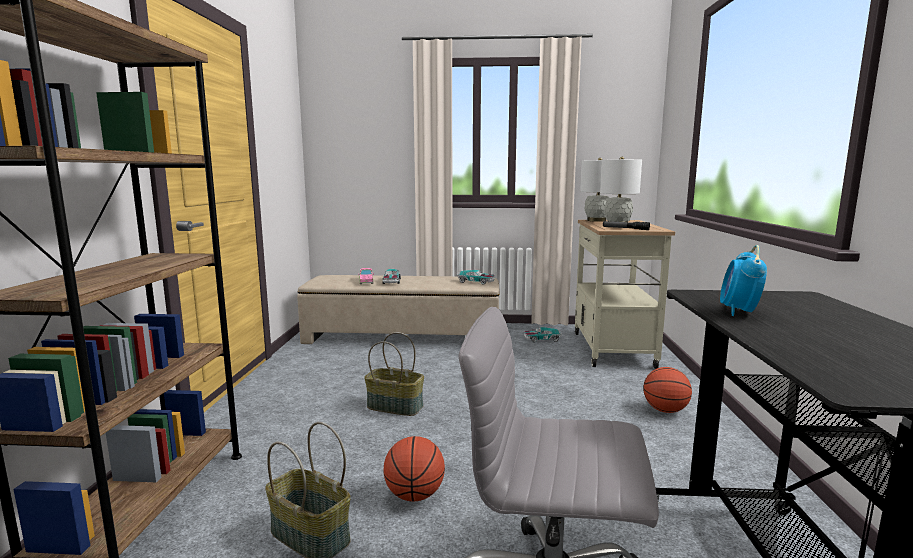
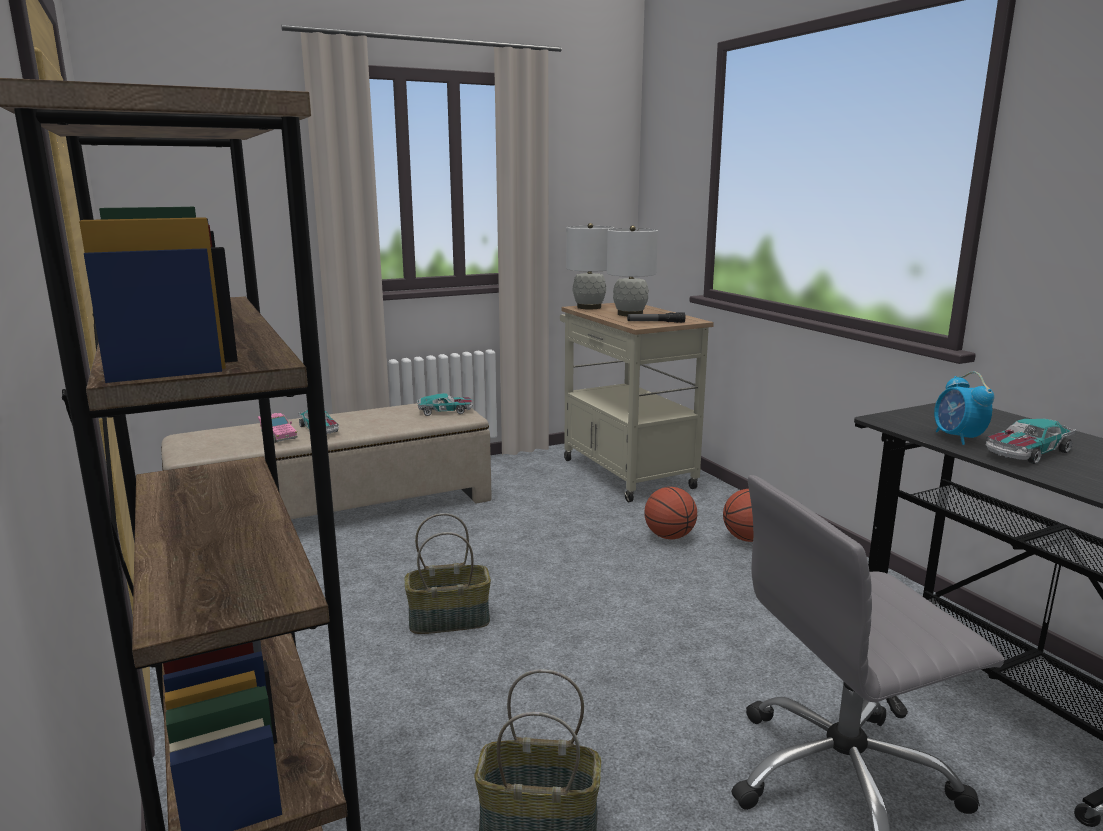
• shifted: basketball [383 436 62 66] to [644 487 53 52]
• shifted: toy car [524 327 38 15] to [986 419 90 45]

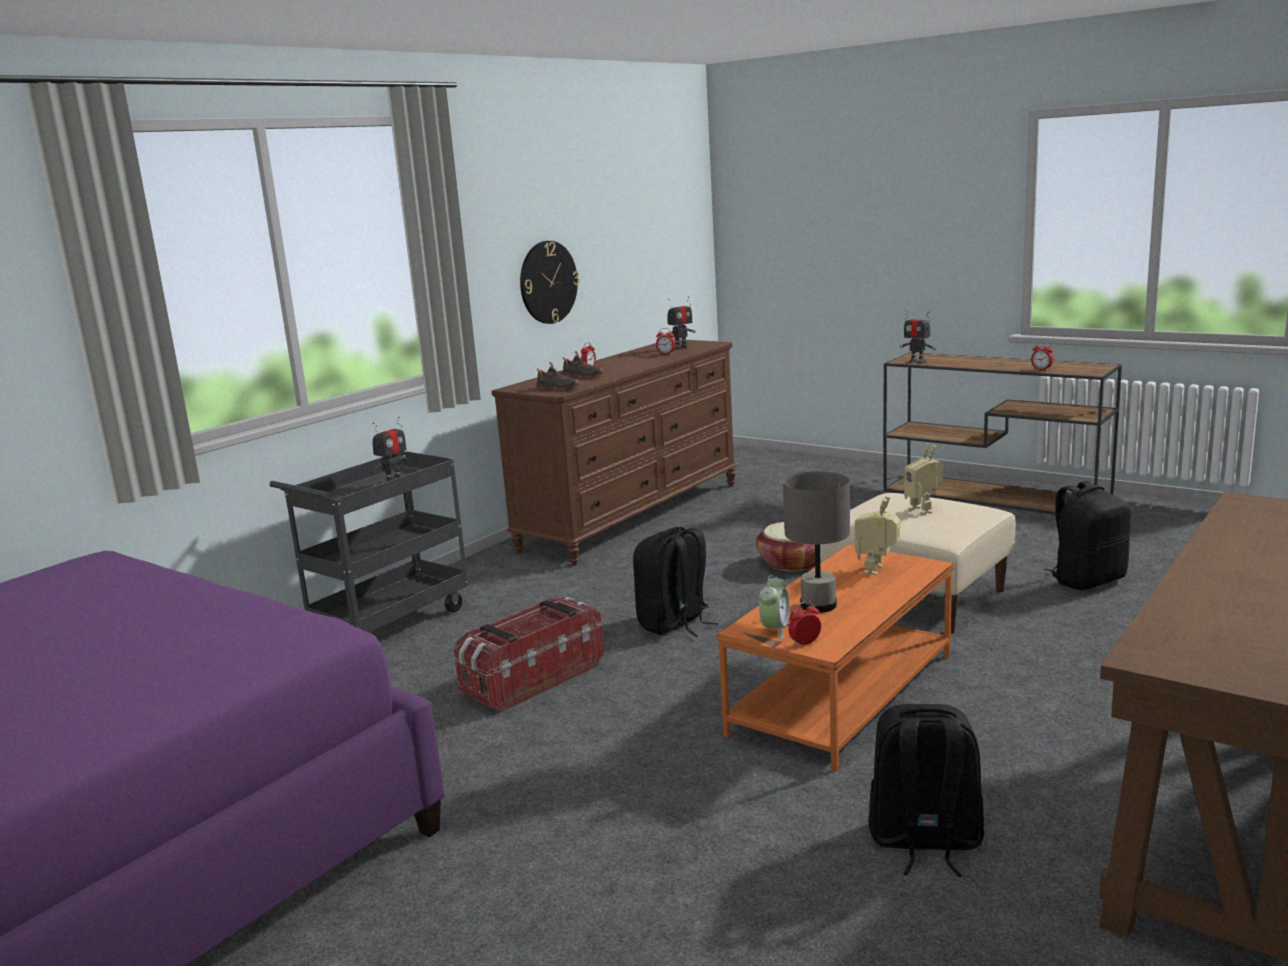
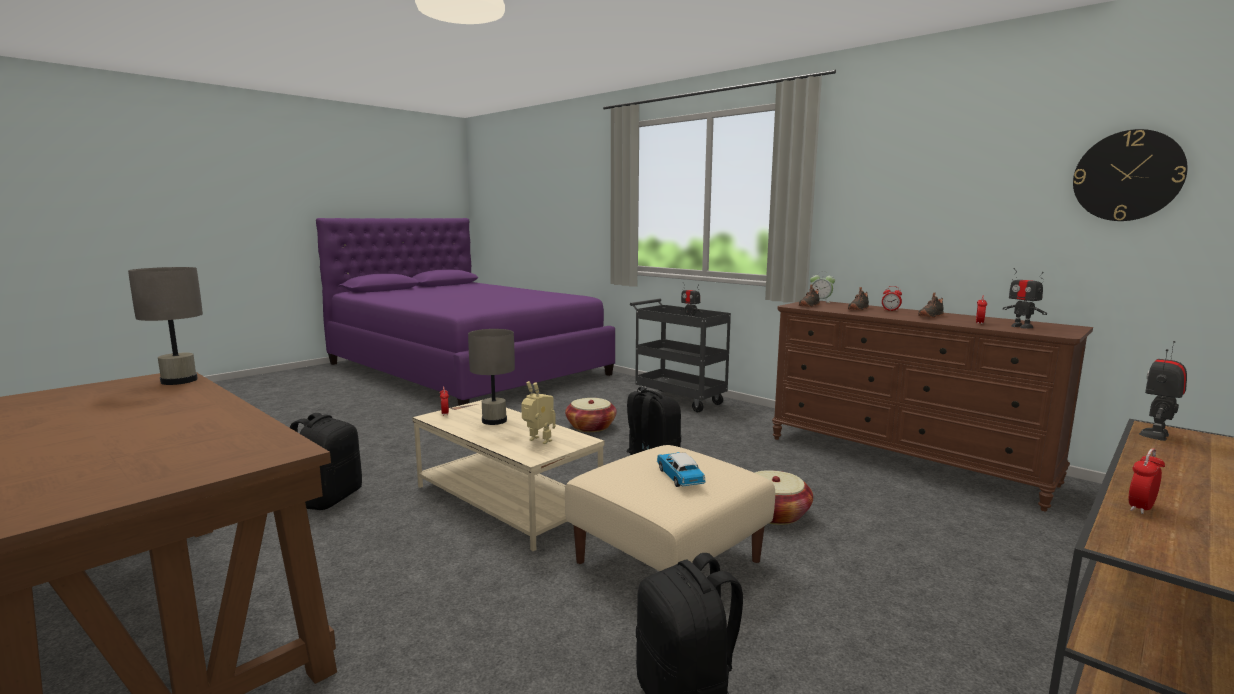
• new: grey table lamp [128 267 75 118]
• new: black shoe [918 292 26 26]
• shifted: wall clock [520 241 59 83] to [1073 129 115 92]
• shifted: alarm clock [759 574 31 65] to [810 272 25 31]
• swapped: storage box [454 597 150 116] to basket [565 398 52 34]
• swapped: toy robot [904 443 39 72] to toy car [657 452 49 35]
• repainted: orange coffee table [717 545 237 227] to beige coffee table [412 400 193 151]

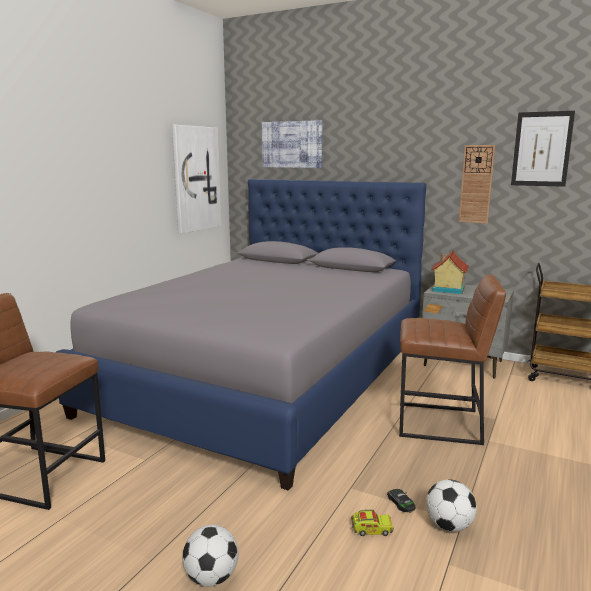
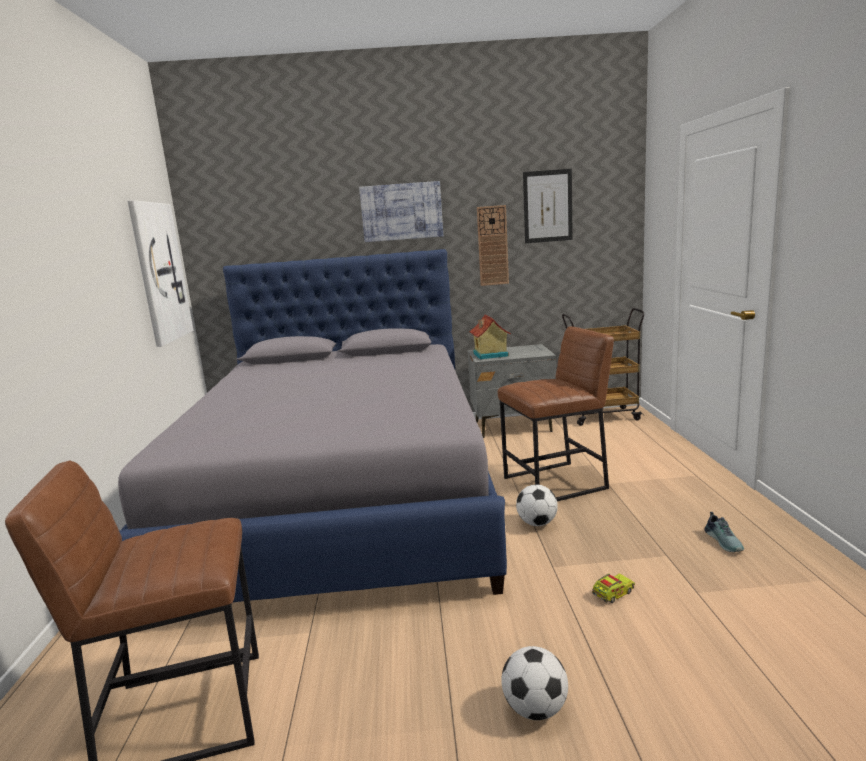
• gone: toy car [387 489 28 24]
• new: shoe [704 512 40 40]
• shifted: picture [262 120 60 48] to [359 181 84 61]
• shifted: football [426 479 51 53] to [516 484 42 42]

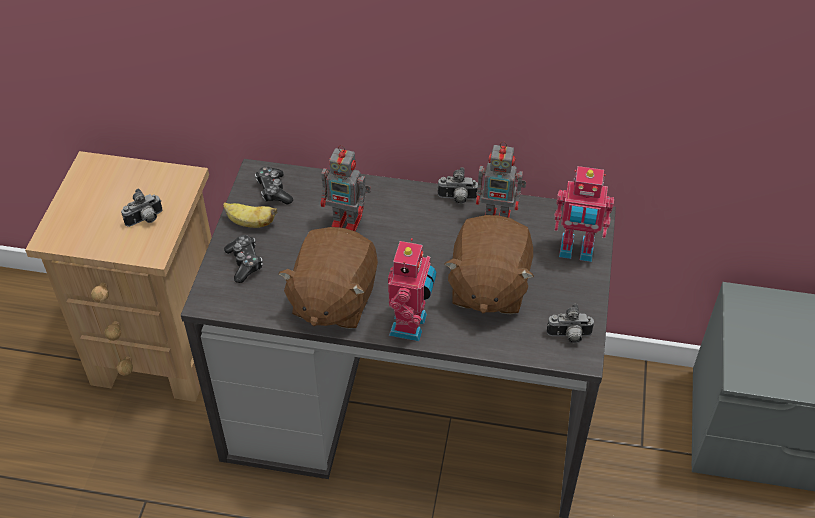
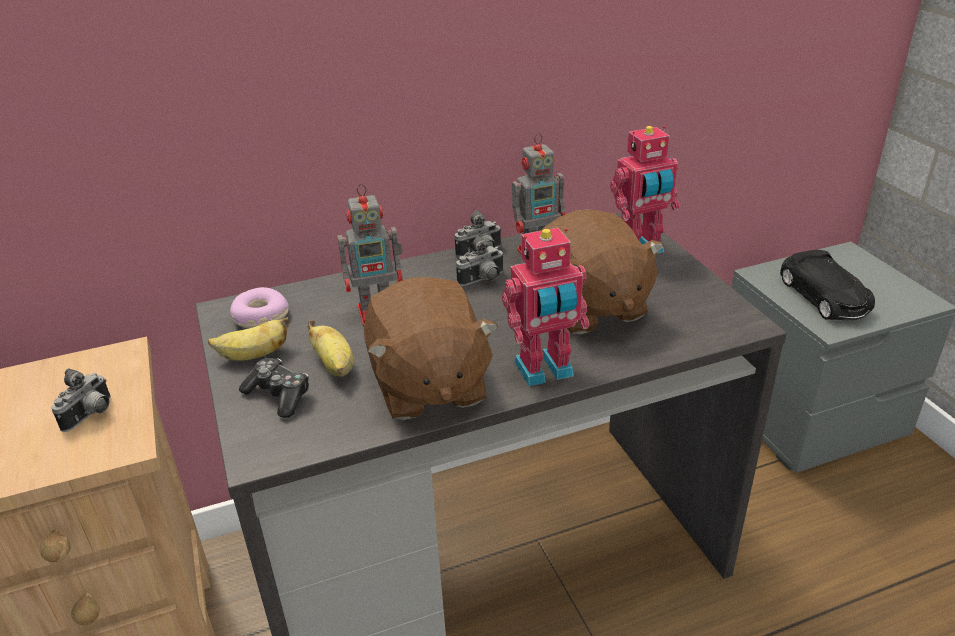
• new: banana [307 320 47 57]
• new: black toy car [780 249 95 71]
• shifted: photo camera [547 304 47 39] to [456 236 48 50]
• swapped: game controller [255 166 38 39] to donut [230 287 59 41]
• rotated: toy robot [388 238 48 103] = [502 228 87 159] 90 degrees clockwise

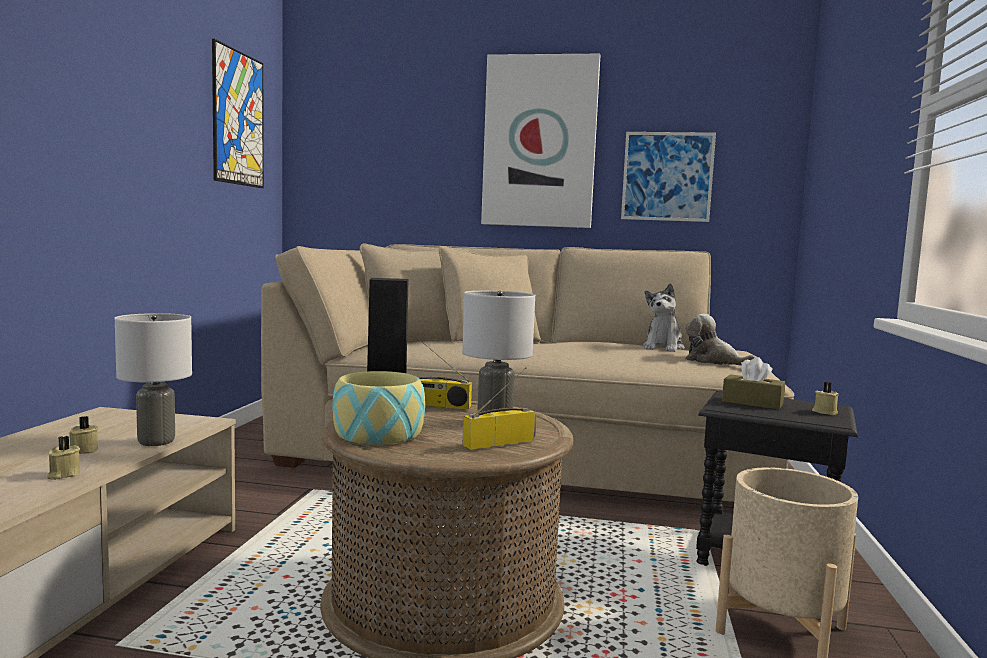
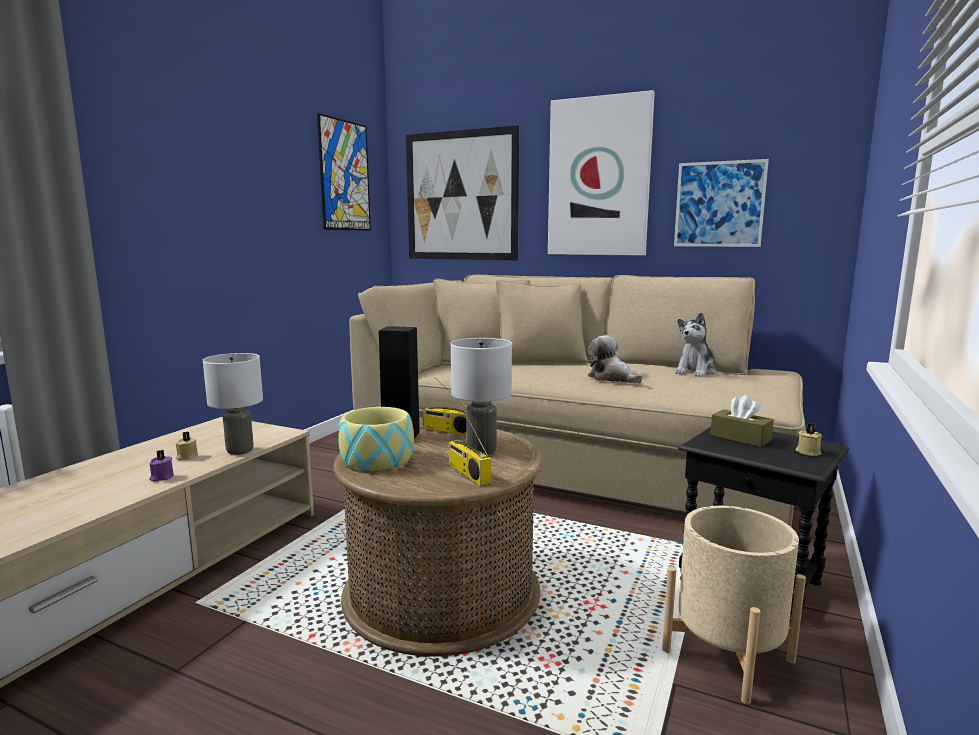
• new: picture [406 125 113 135]
• shifted: plush toy [685 314 70 51] to [588 335 55 48]
• repainted: beige candle [47 436 33 44] to purple candle [150 450 23 32]
• rotated: radio [463 367 74 83] = [449 406 42 80] 105 degrees counterclockwise

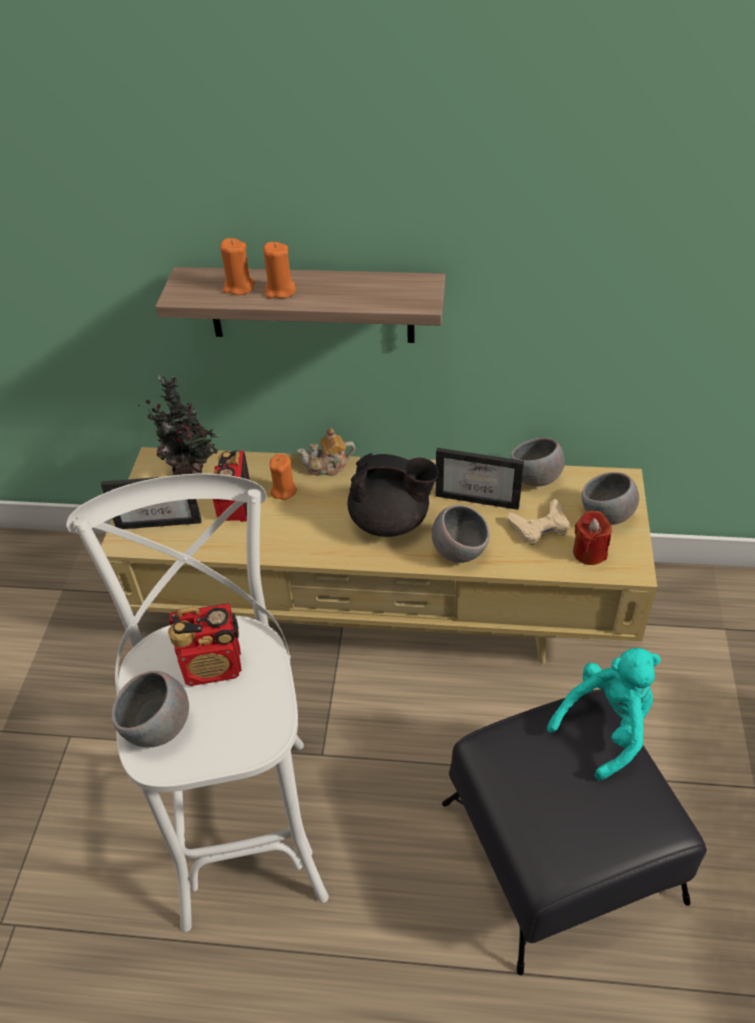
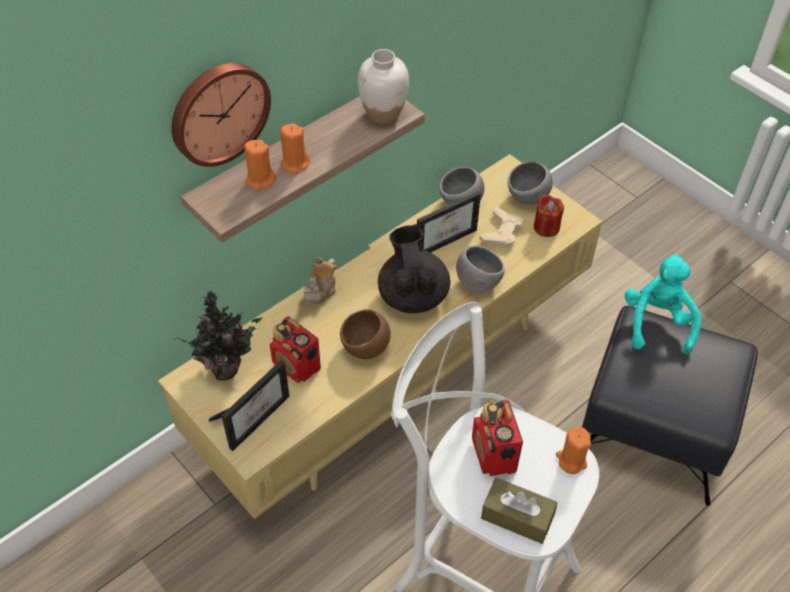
• new: wall clock [171 63 100 104]
• new: brown bowl [340 309 51 50]
• new: white vase [358 49 51 75]
• shifted: orange candle [270 454 27 46] to [556 427 35 47]
• swapped: grey bowl [112 671 77 76] to brown tissue box [481 477 76 67]
• rotated: radio [168 603 74 83] = [472 399 51 77] 135 degrees clockwise
• rotated: black teapot [347 453 92 84] = [378 225 72 88] 60 degrees counterclockwise

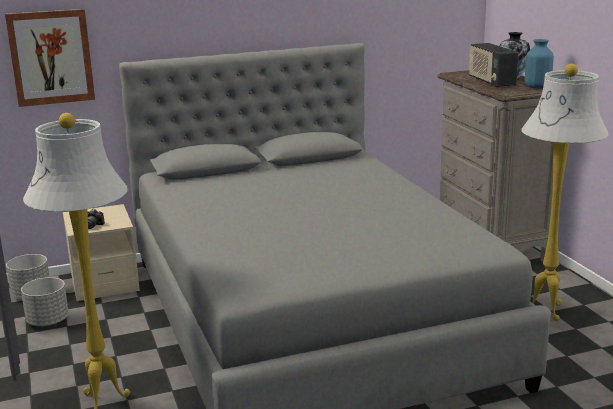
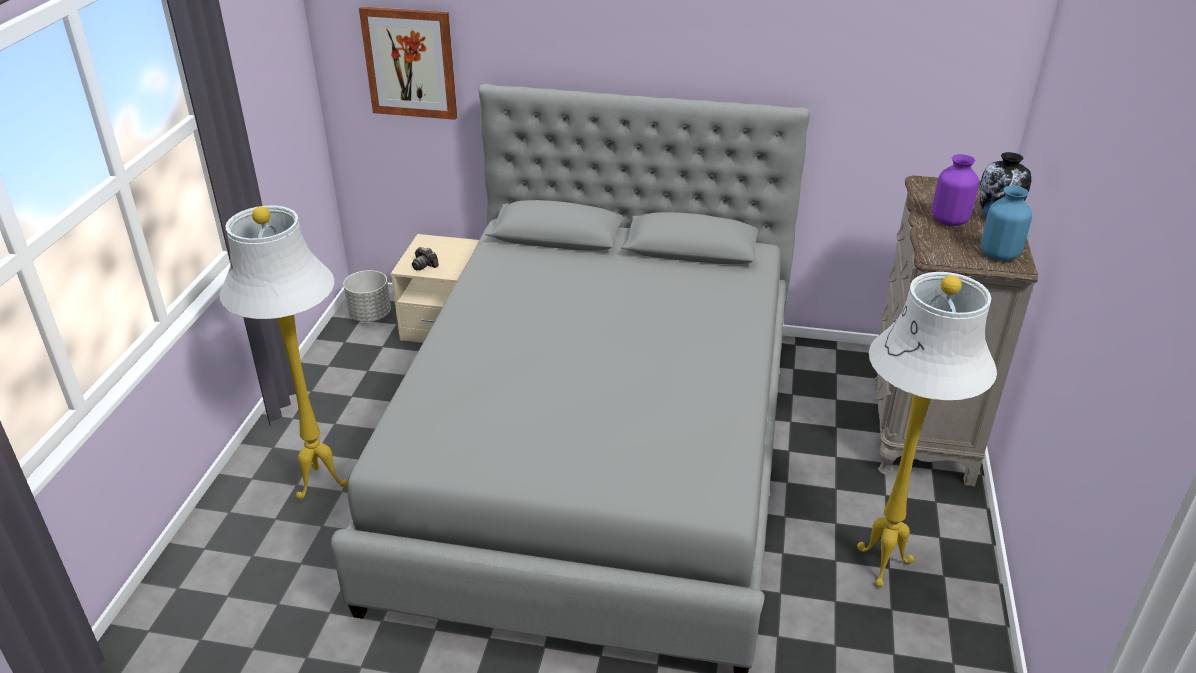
• gone: grey planter [21 277 48 49]
• swapped: radio [469 43 50 44] to purple vase [932 154 47 72]

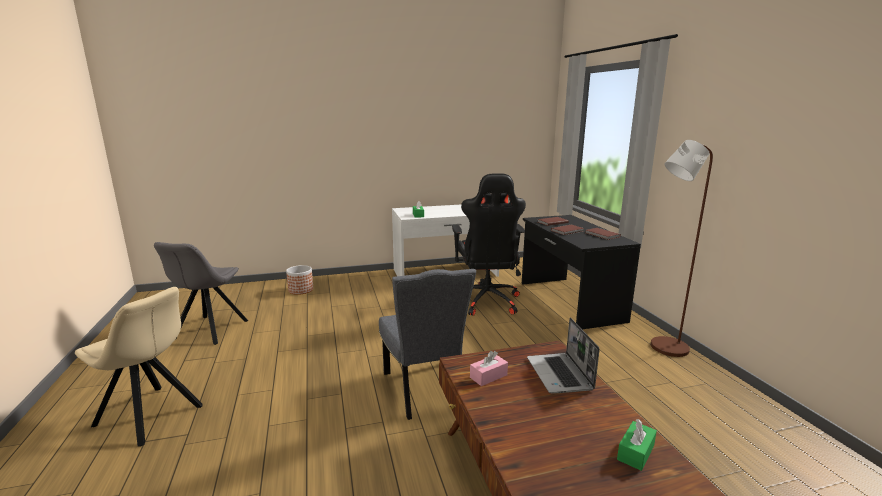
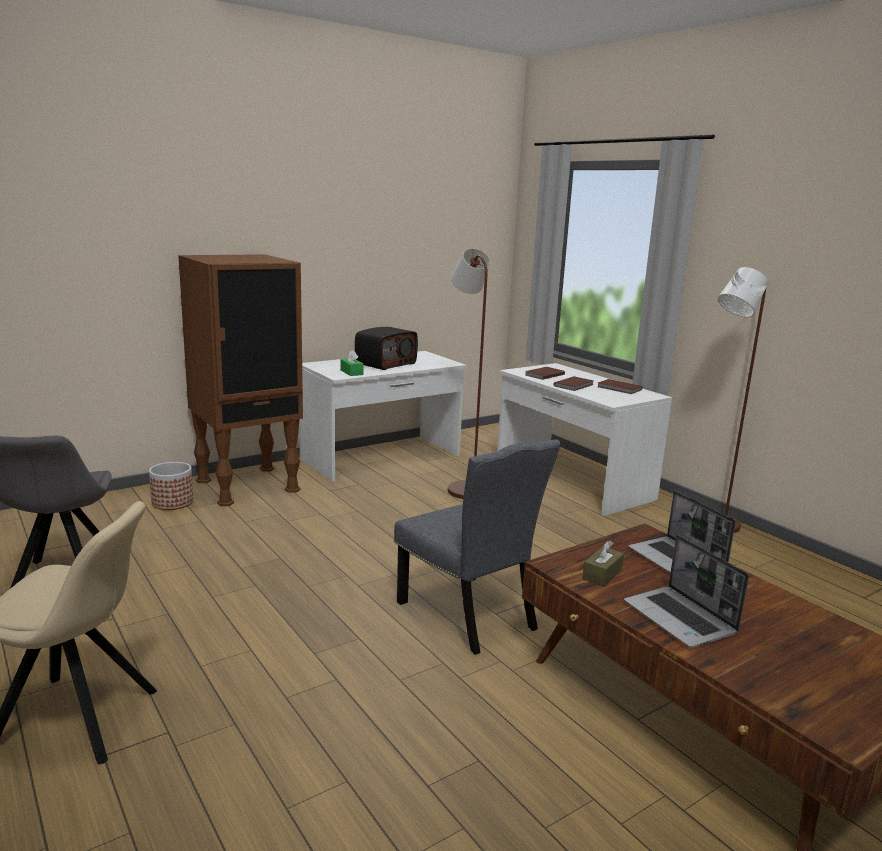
• gone: green tissue box [617 419 40 52]
• new: brown cabinet [178 254 125 252]
• new: radio [355 327 63 43]
• new: laptop [624 535 125 113]
• swapped: black office chair [452 173 74 143] to brown floor lamp [448 248 42 251]
• repainted: pink tissue box [470 351 38 35] to brown tissue box [582 541 42 46]
• repainted: black desk [522 215 119 114] to white desk [497 363 175 153]

